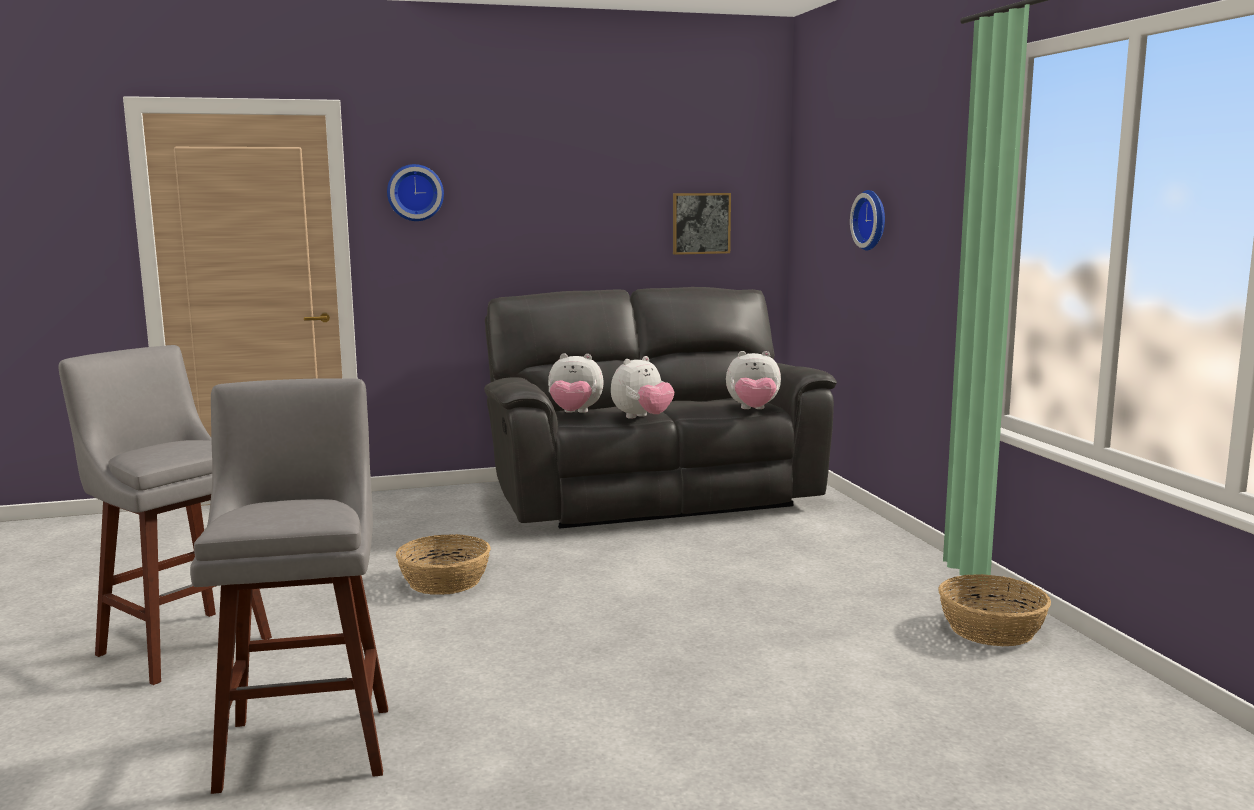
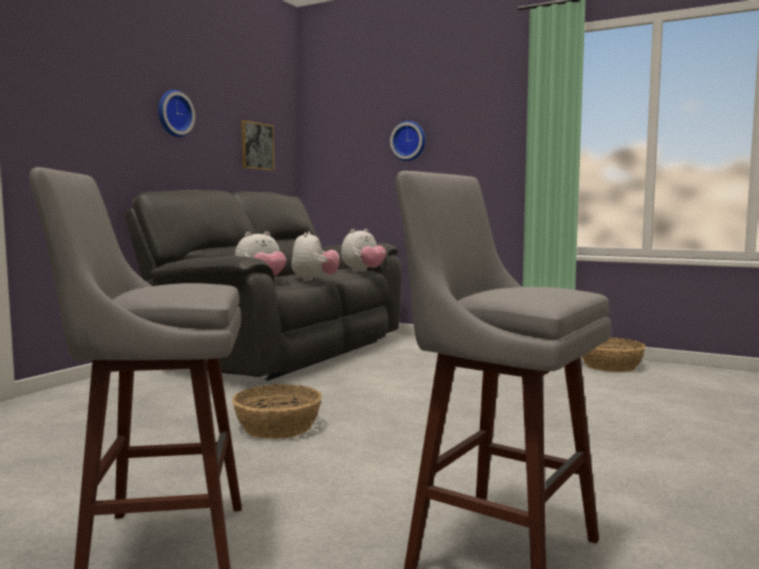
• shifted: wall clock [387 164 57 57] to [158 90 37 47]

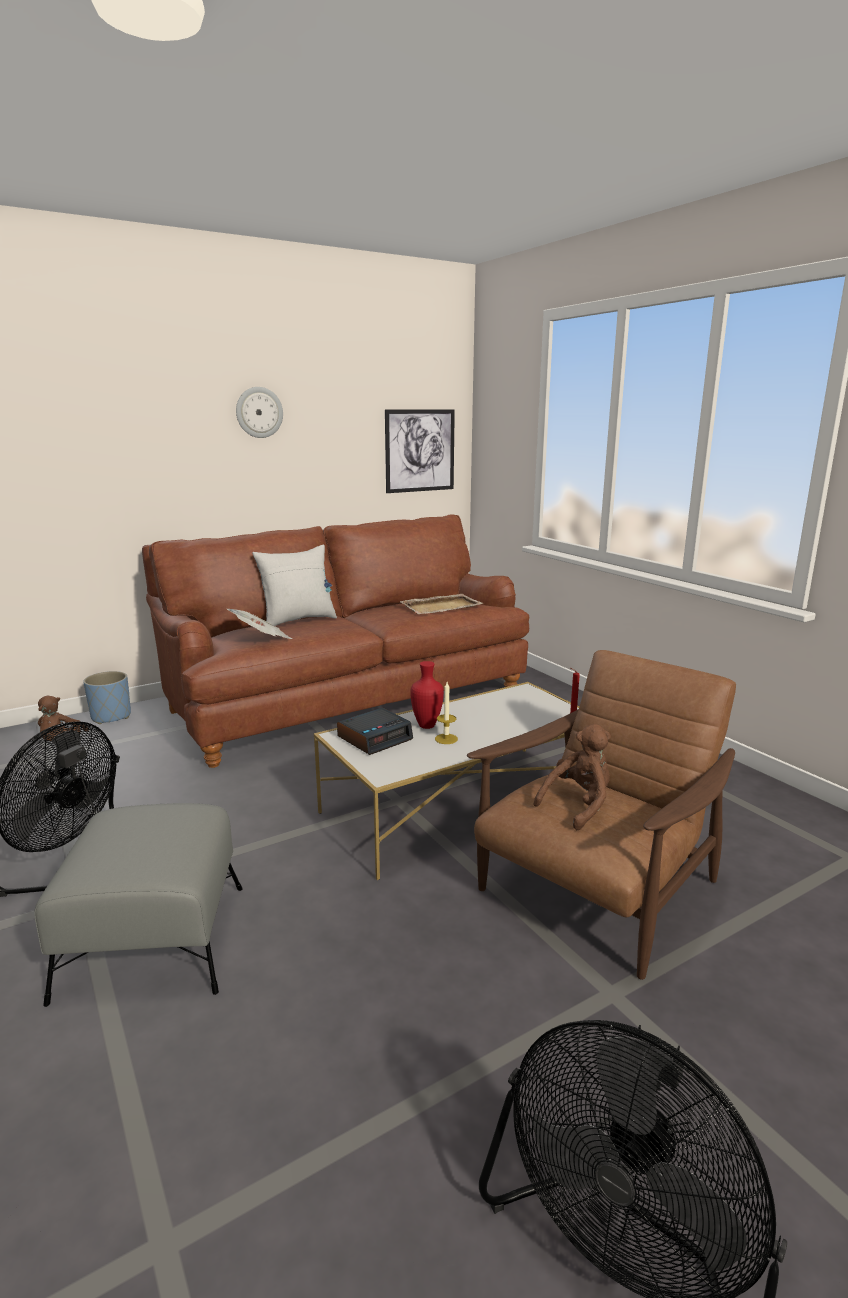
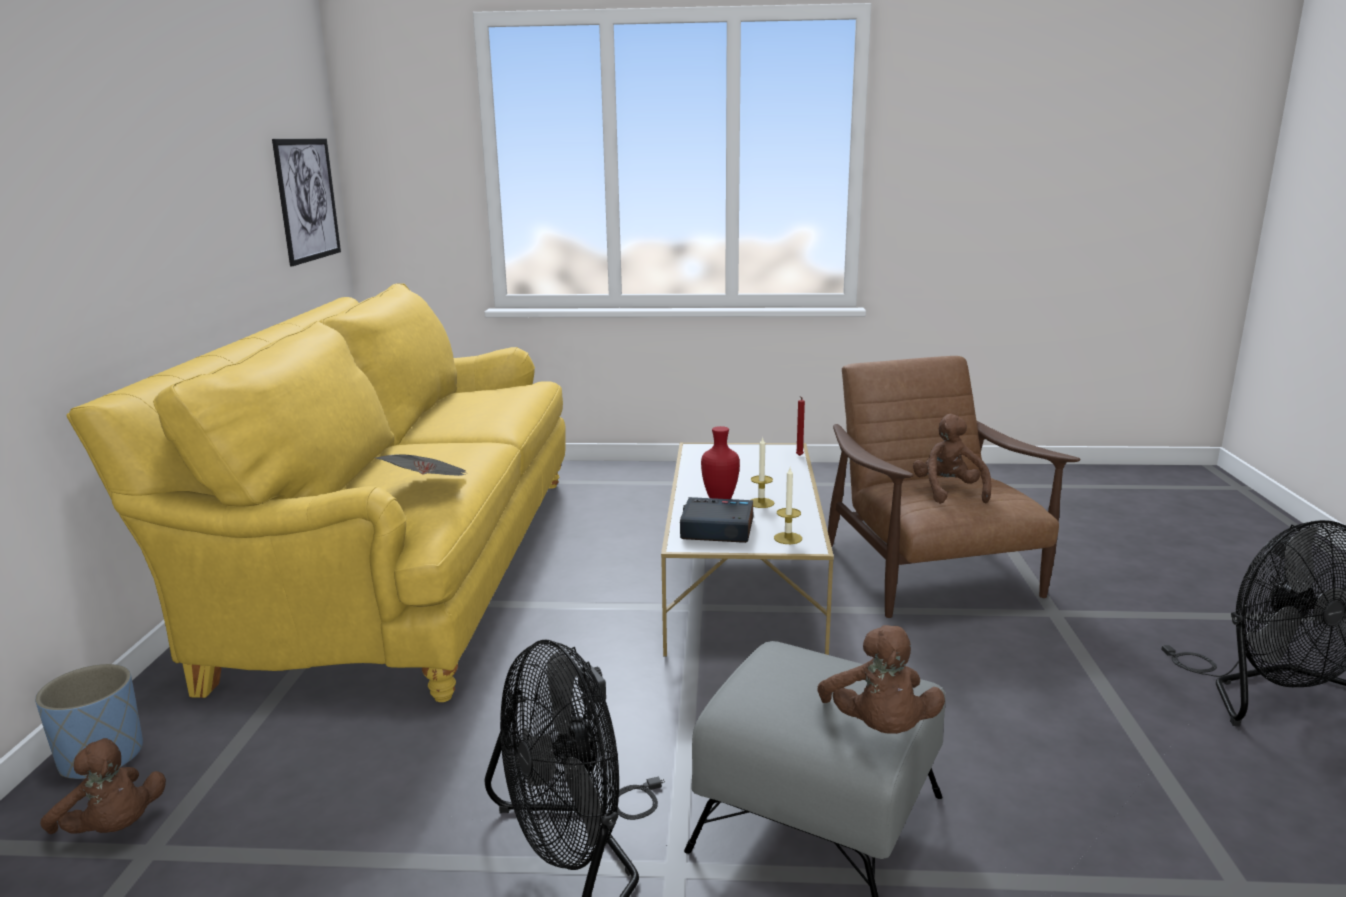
• gone: wall clock [236 387 47 51]
• gone: grey pillow [252 545 85 81]
• gone: beige tray [400 594 83 20]
• new: candle [774 468 28 76]
• new: brown plush toy [818 625 127 109]
• repainted: brown sofa [142 514 387 254] to yellow sofa [67 283 499 419]
• rotated: alarm clock [337 708 76 47] = [680 497 73 46] 75 degrees counterclockwise

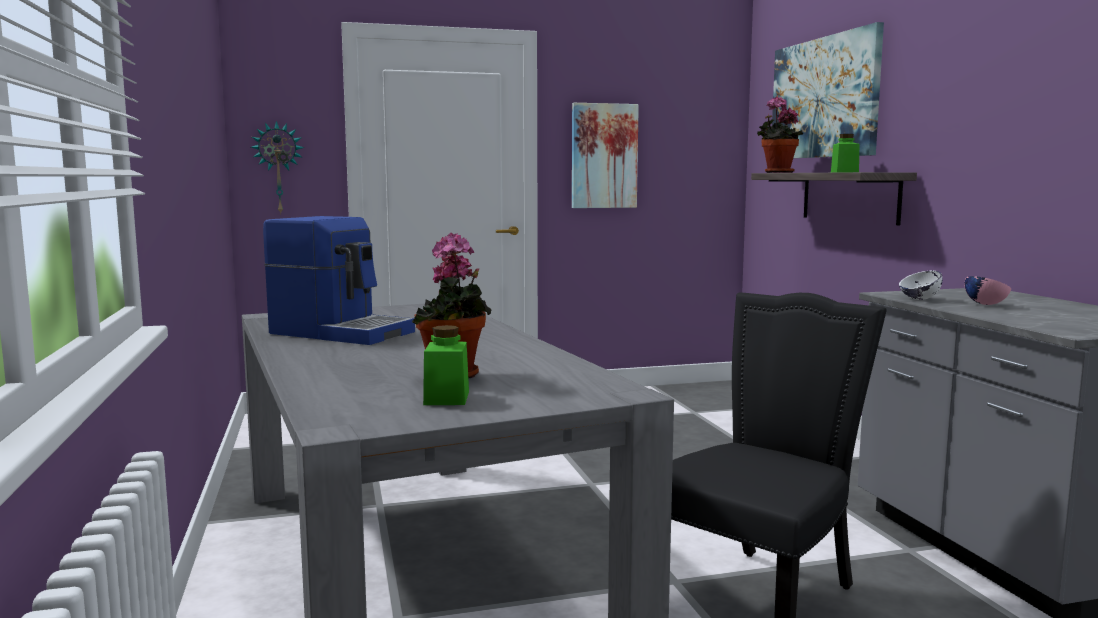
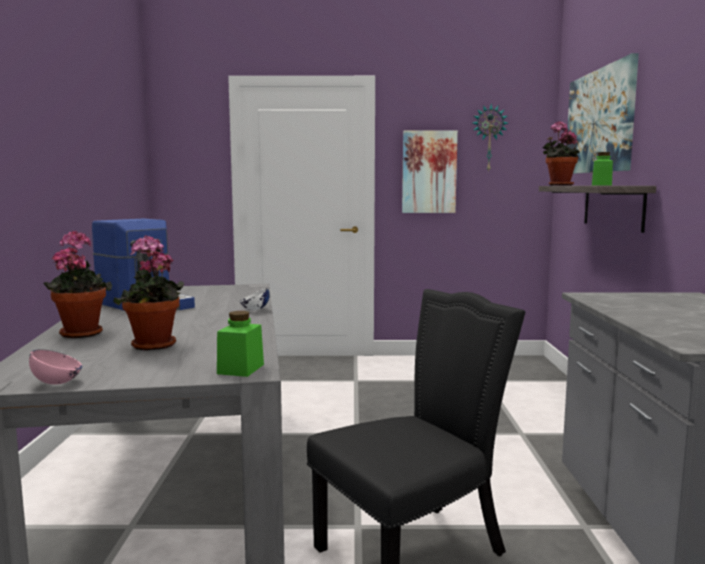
• new: potted plant [43 230 69 108]
• shifted: wall clock [251 121 53 93] to [473 104 35 68]
• shifted: green jar [423 325 46 80] to [217 311 47 66]
• shifted: white bowl [899 271 44 29] to [240 288 30 22]
• shifted: pink bowl [965 276 46 29] to [29 349 53 35]

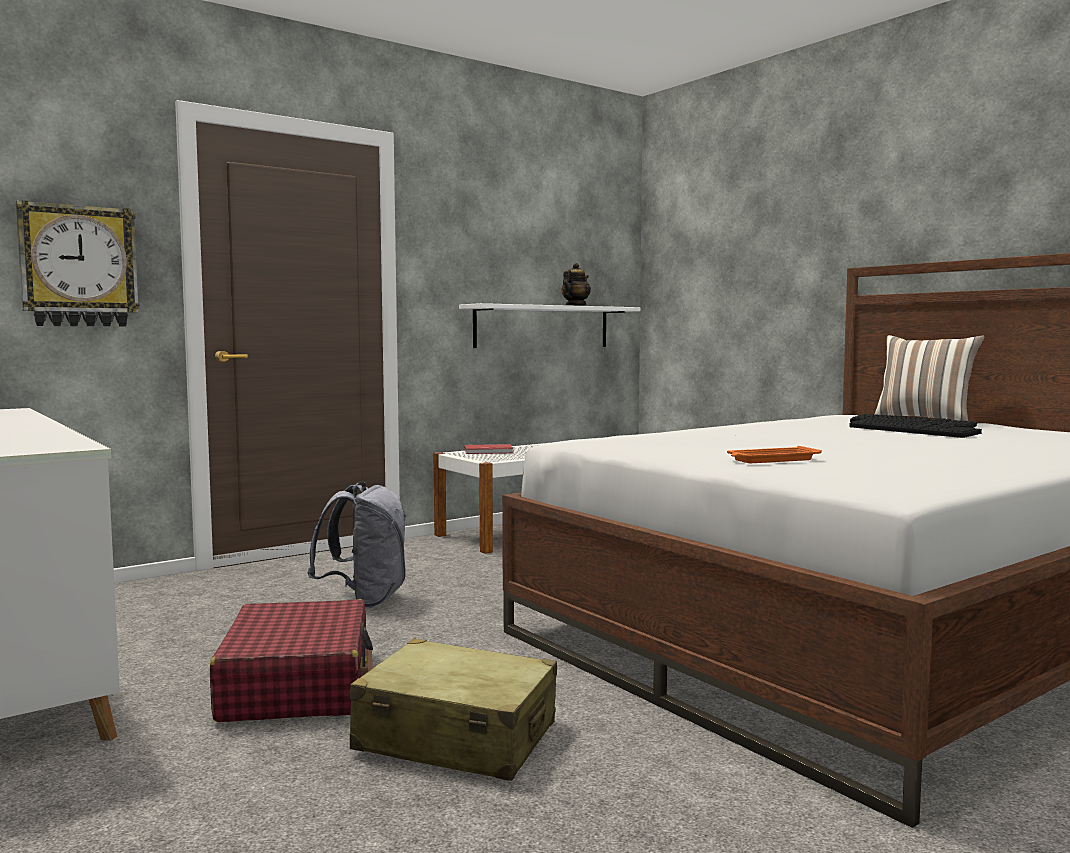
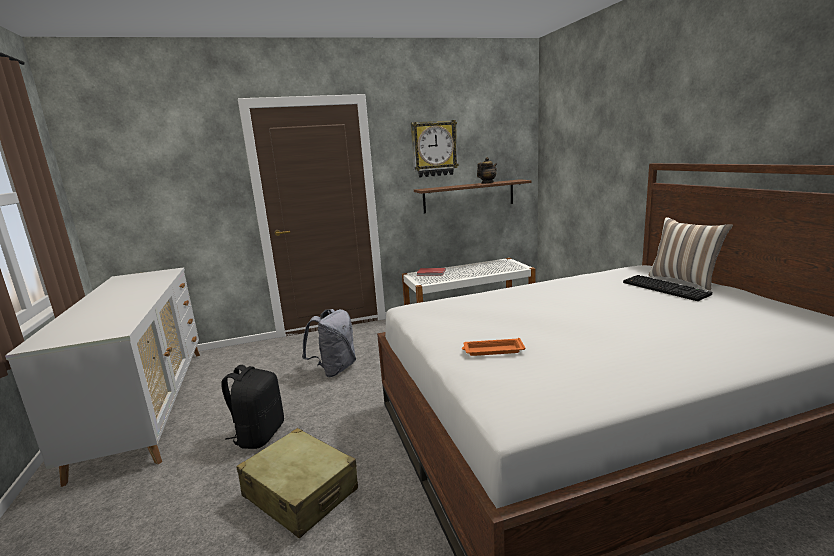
• gone: keyboard [850 418 132 20]
• shifted: wall clock [16 200 124 126] to [411 120 48 57]
• swapped: red suitcase [210 599 163 123] to black backpack [221 365 63 84]
• repainted: white shelf [459 303 181 45] to brown shelf [414 179 118 34]

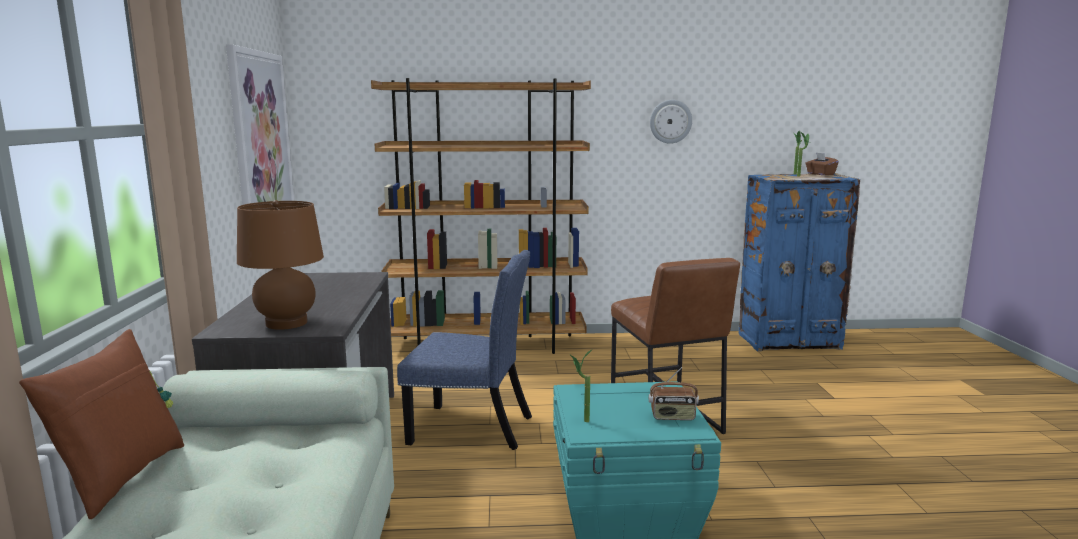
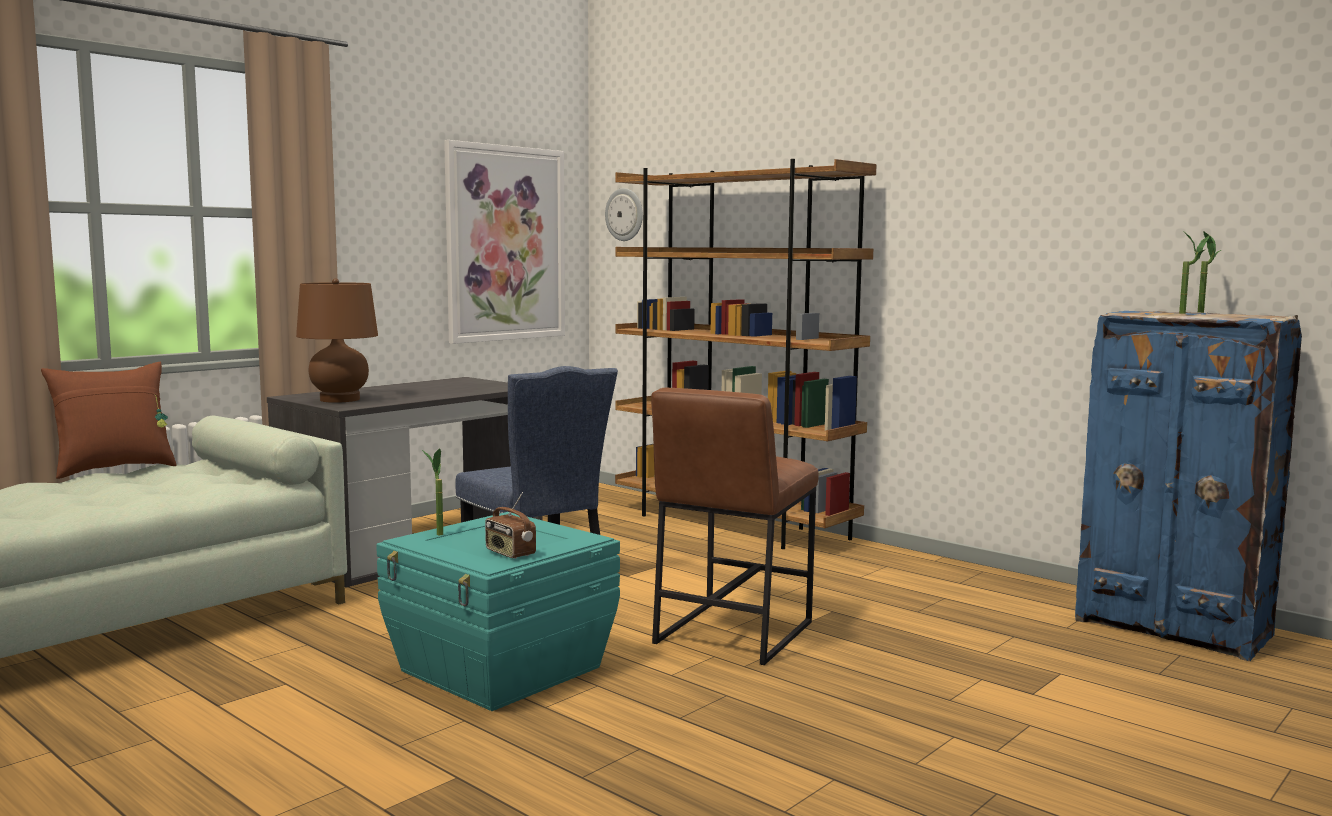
• gone: brown tissue box [805 152 34 23]
• shifted: wall clock [650 100 42 44] to [605 188 38 53]

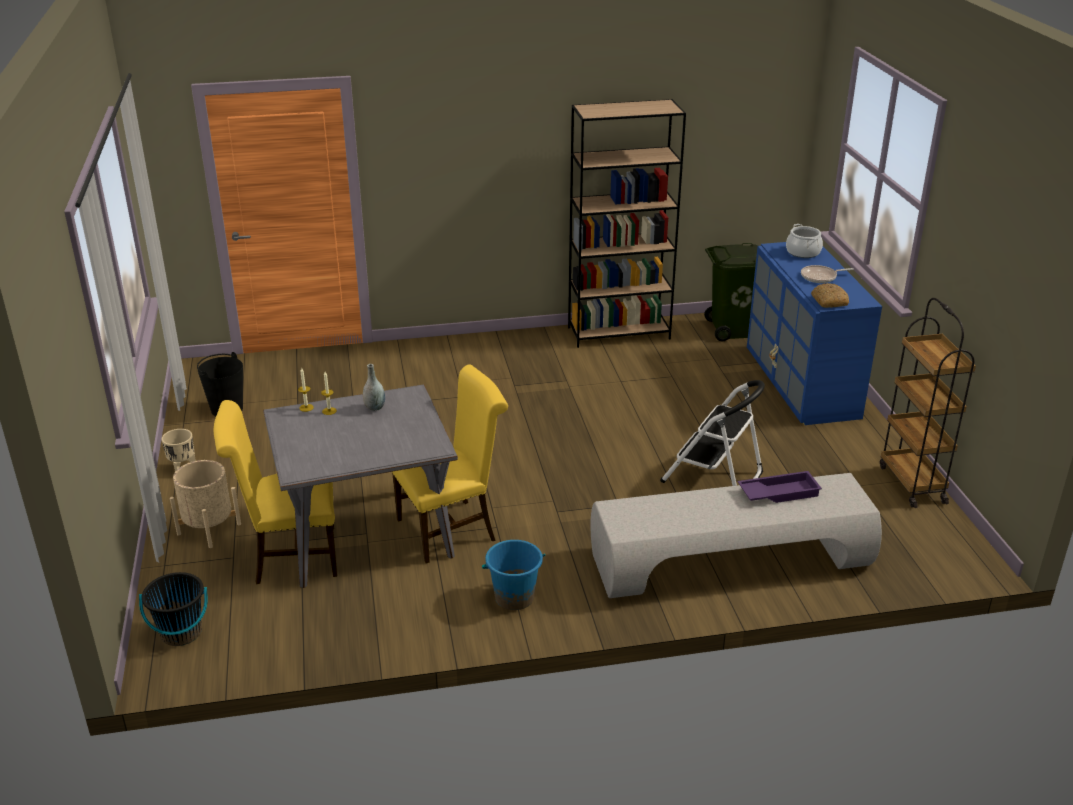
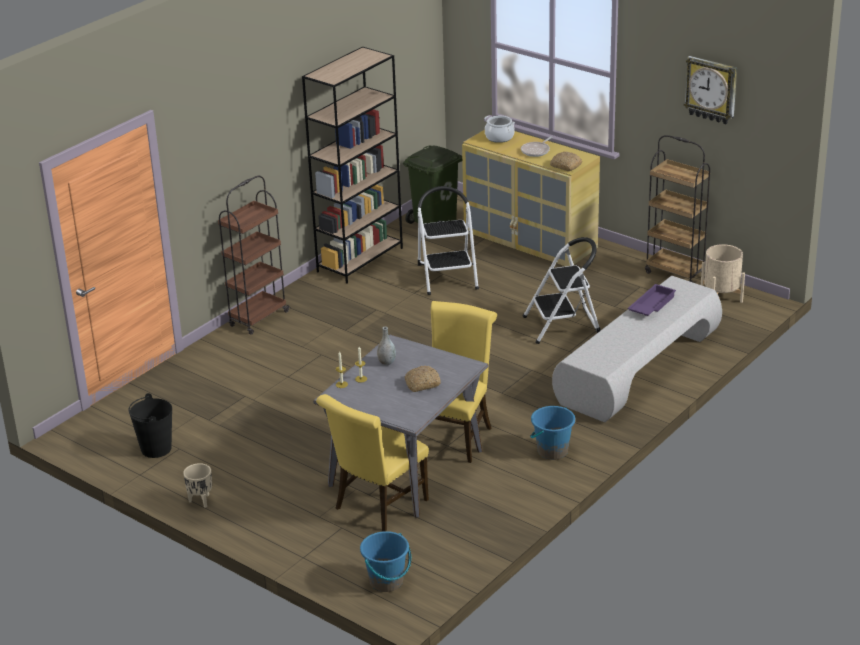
• new: brown cart [218 176 73 159]
• new: bread [404 366 37 26]
• new: step ladder [418 186 61 109]
• new: wall clock [684 56 53 68]
• shifted: beige planter [170 460 71 88] to [701 244 44 59]
• repainted: black bucket [139 572 69 74] to blue bucket [360 531 51 61]
• repainted: blue cabinet [747 242 135 183] to yellow cabinet [462 130 138 136]

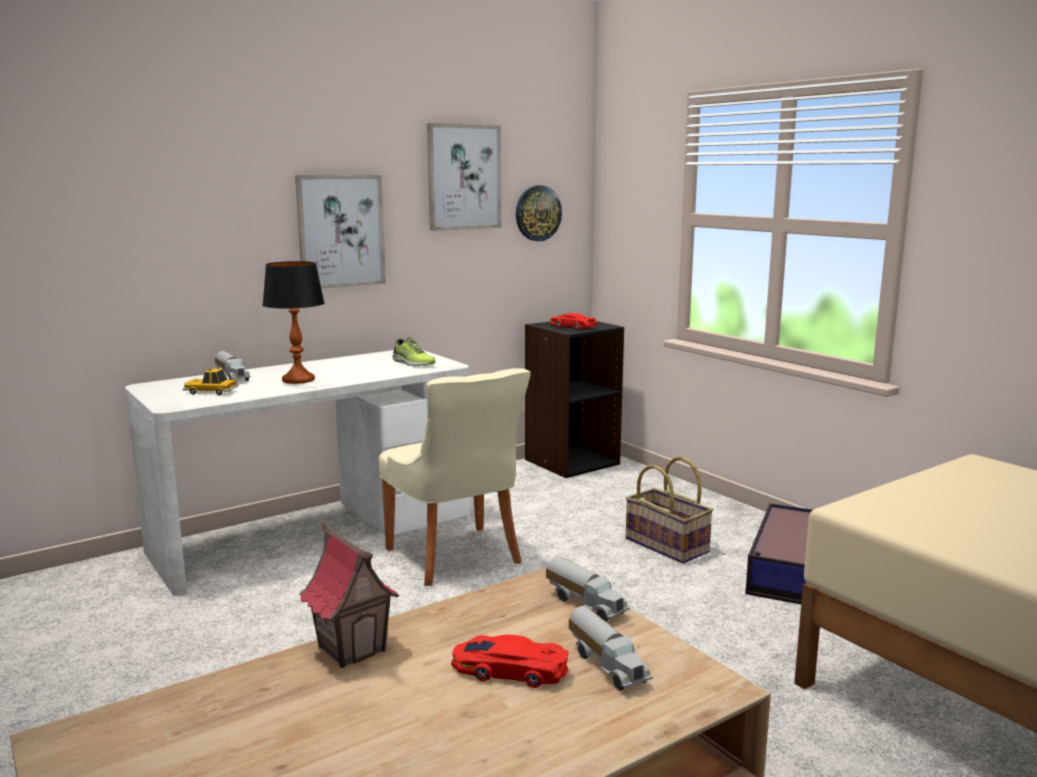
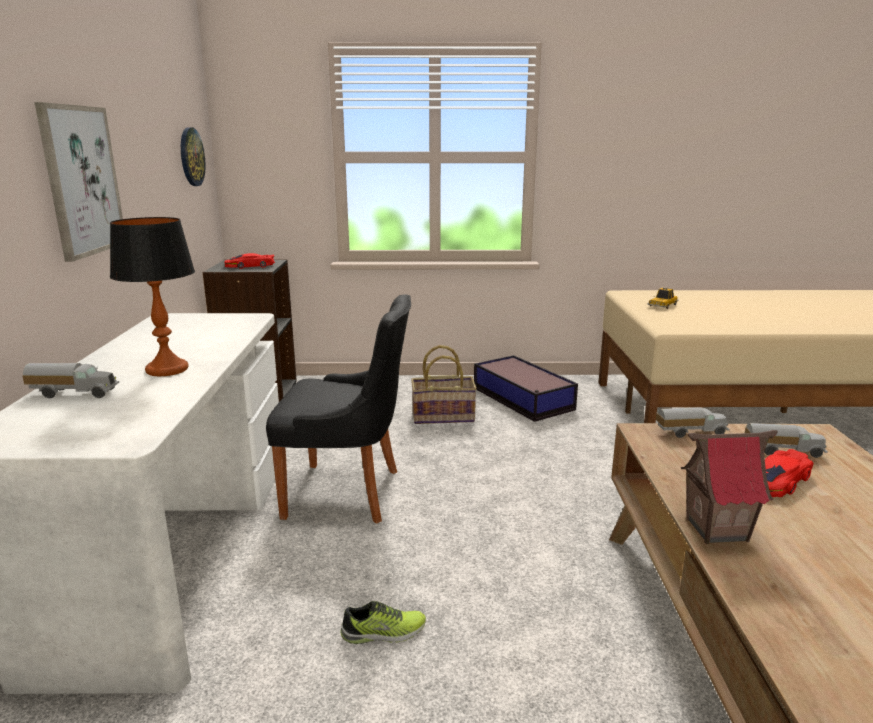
• gone: picture [427 123 74 108]
• shifted: toy car [183 368 56 27] to [647 288 32 21]
• shifted: shoe [392 337 44 29] to [340 601 86 43]
• repainted: beige chair [379 368 152 218] to black chair [266 295 145 228]

